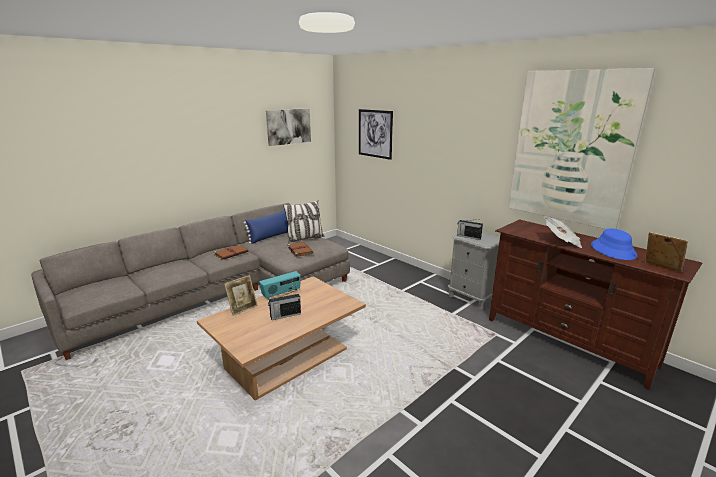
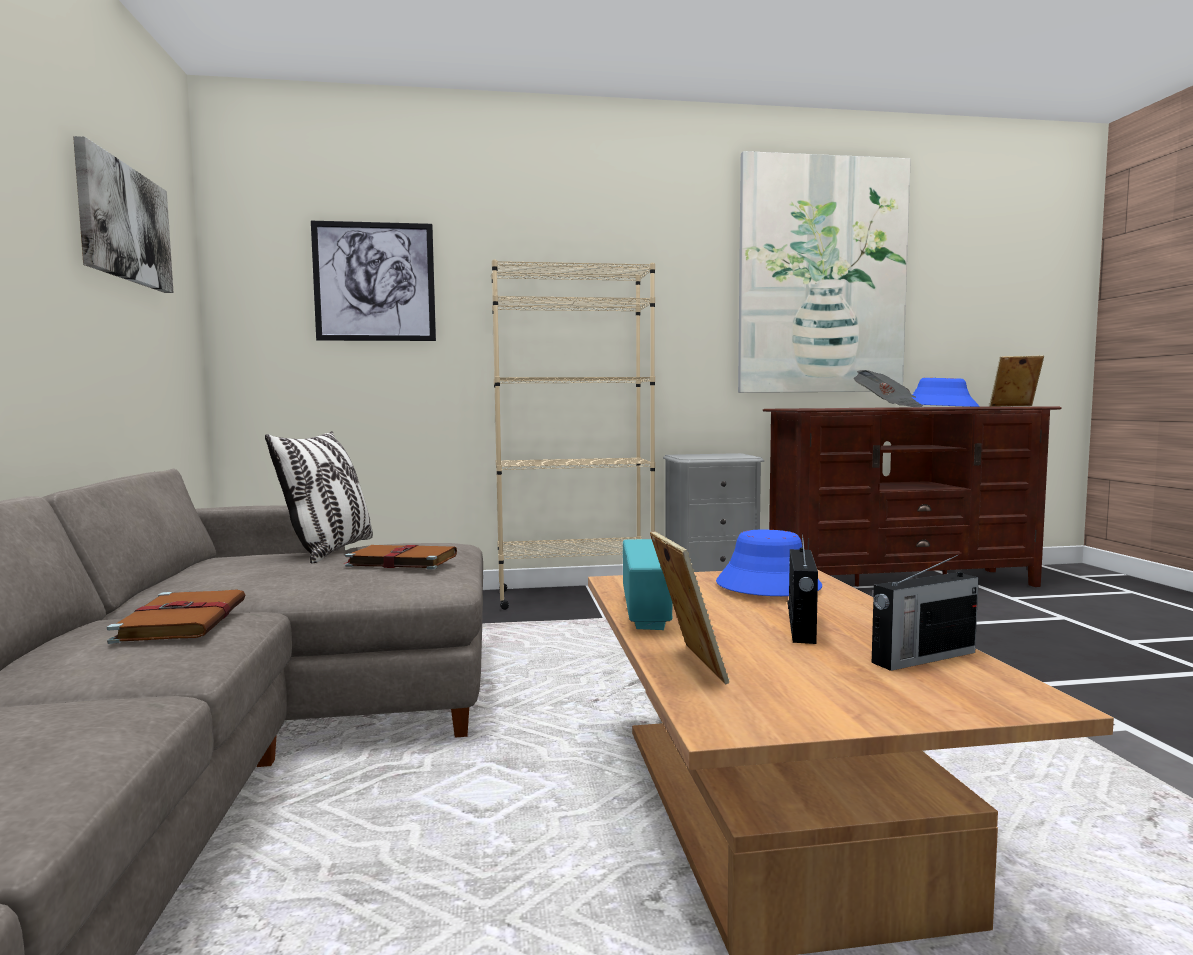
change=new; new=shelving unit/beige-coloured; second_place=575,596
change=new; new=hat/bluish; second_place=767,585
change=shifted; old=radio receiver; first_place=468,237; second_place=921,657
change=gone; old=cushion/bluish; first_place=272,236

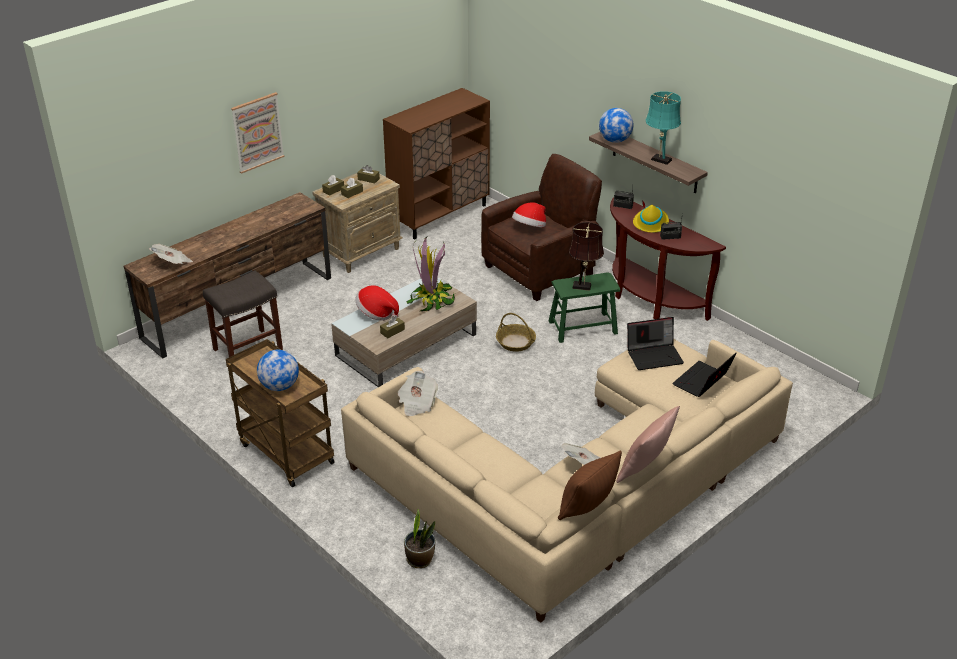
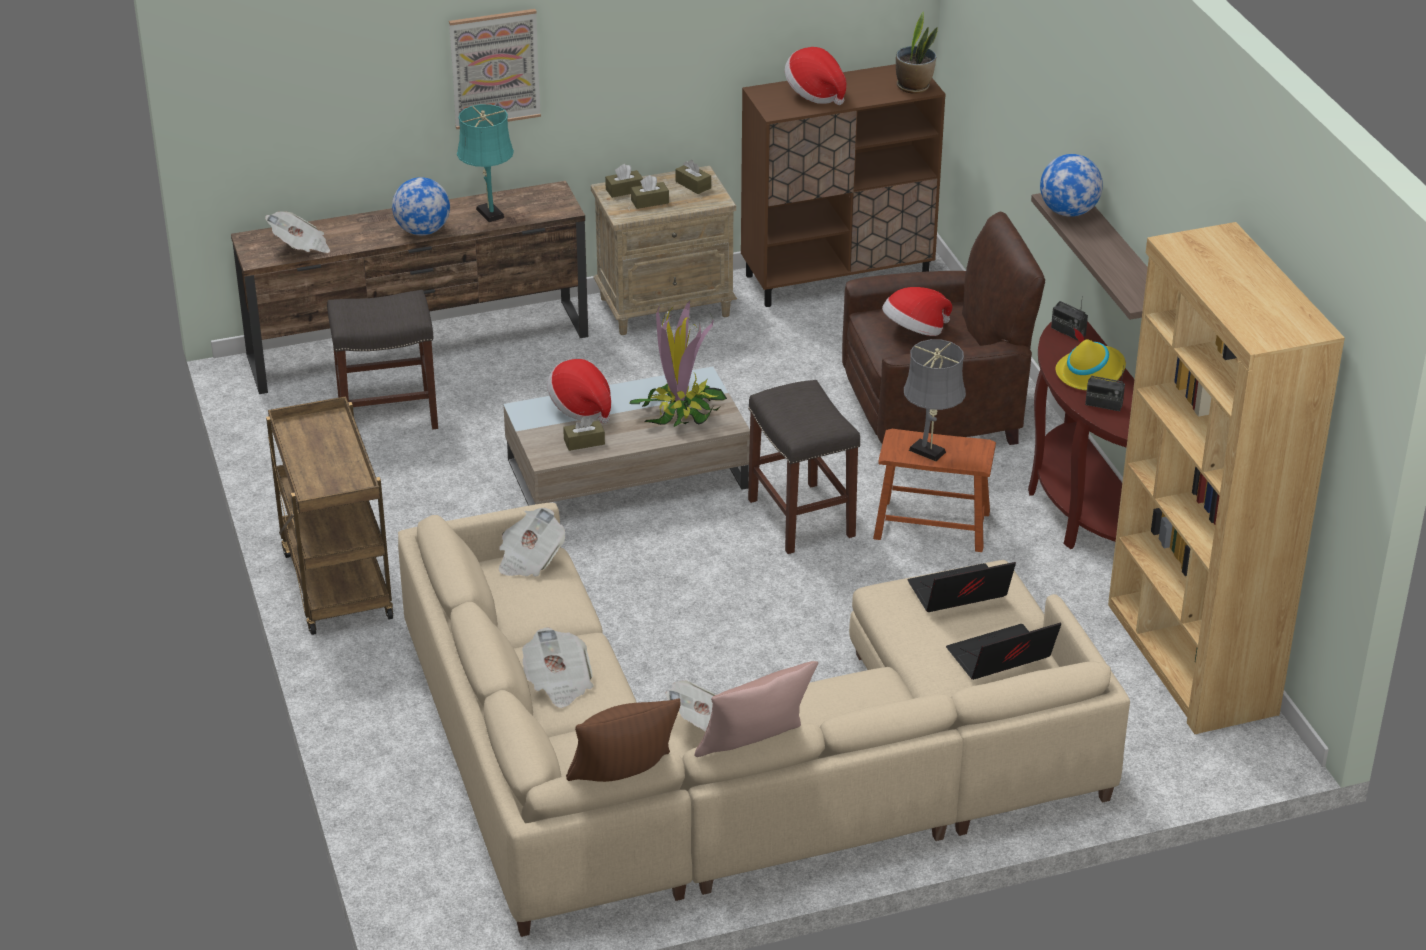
change=shifted; old=globe; first_place=279,386; second_place=422,231
change=shifted; old=table lamp/turquoise-coloured; first_place=659,159; second_place=488,212
change=new; new=printed paper; second_place=558,683
change=swapped; old=household basket; new=stool seat/greyish; first_place=516,342; second_place=802,518
change=new; new=hat; second_place=815,93
change=repainted; old=stool seat/green-coloured; new=stool seat/brown; first_place=583,327; second_place=932,525
change=shifted; old=potted plant; first_place=420,560; second_place=914,87
change=repainted; old=table lamp/brown; new=table lamp/greyish; first_place=583,287; second_place=930,452
change=rotated; old=laptop; first_place=654,355; second_place=958,595; degrees=150
change=new; new=shelving unit/brown; second_place=1190,659

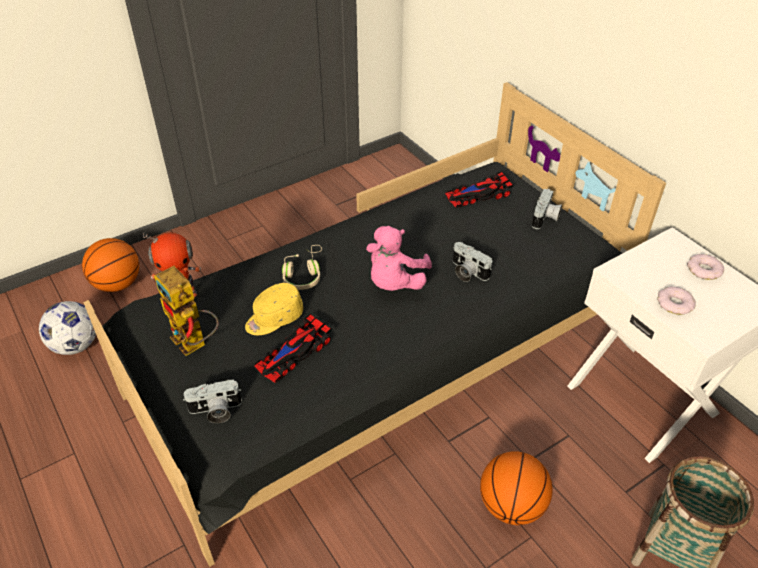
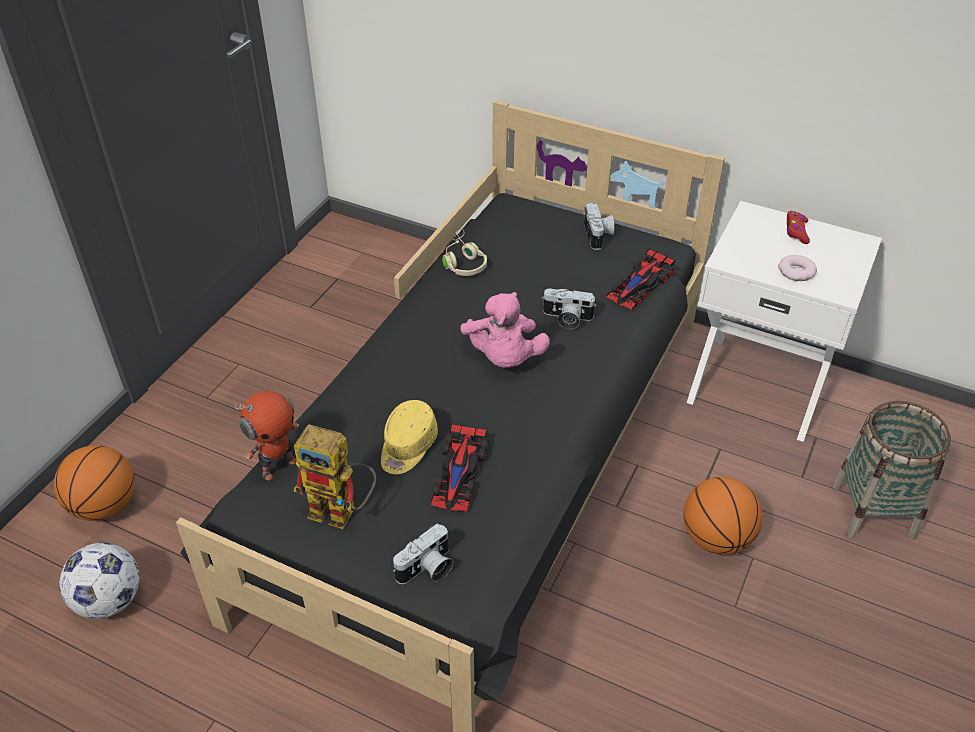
change=shifted; old=headset/beige-coloured; first_place=303,274; second_place=463,262
change=shifted; old=miniature car; first_place=478,195; second_place=639,285
change=swapped; old=donut; new=gamepad/reddish; first_place=704,270; second_place=796,231

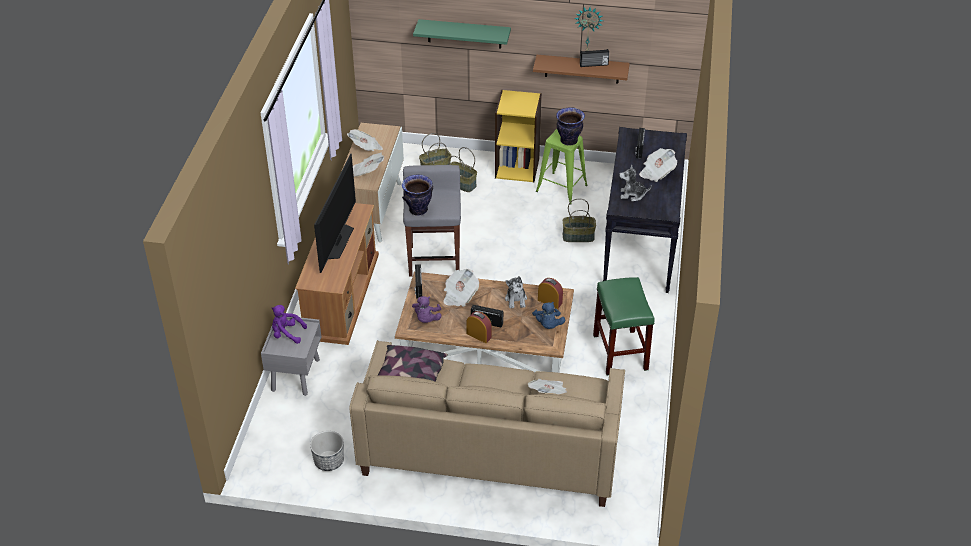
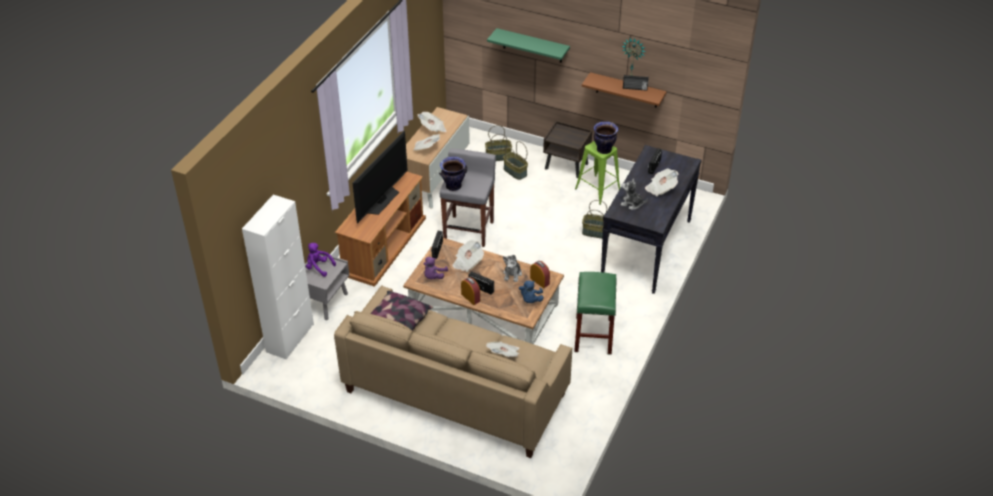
change=new; new=cabinet/white; second_place=290,338
change=swapped; old=shelving unit/yellowish; new=night table/brown; first_place=517,168; second_place=567,166
change=gone; old=planter; first_place=328,461

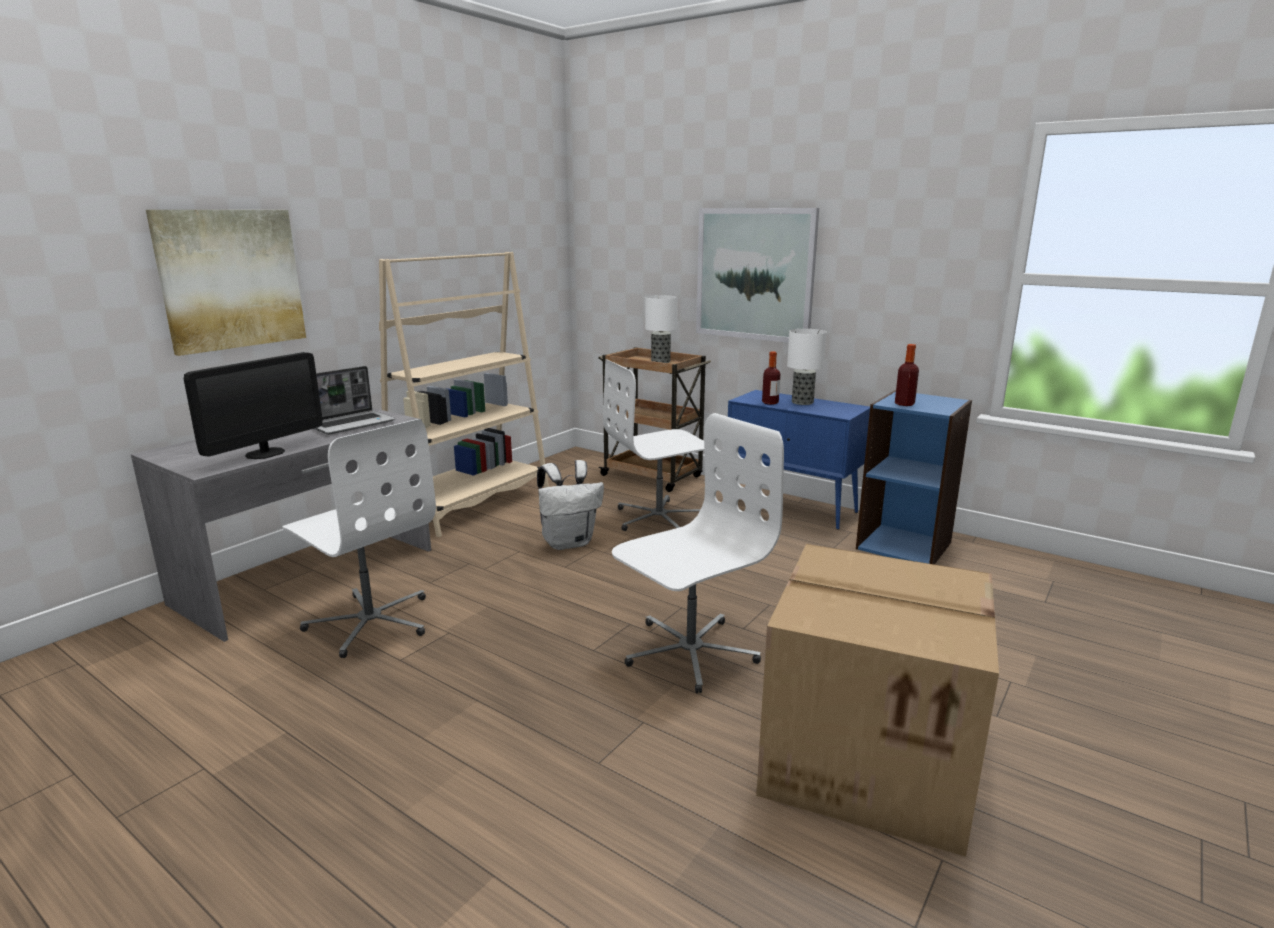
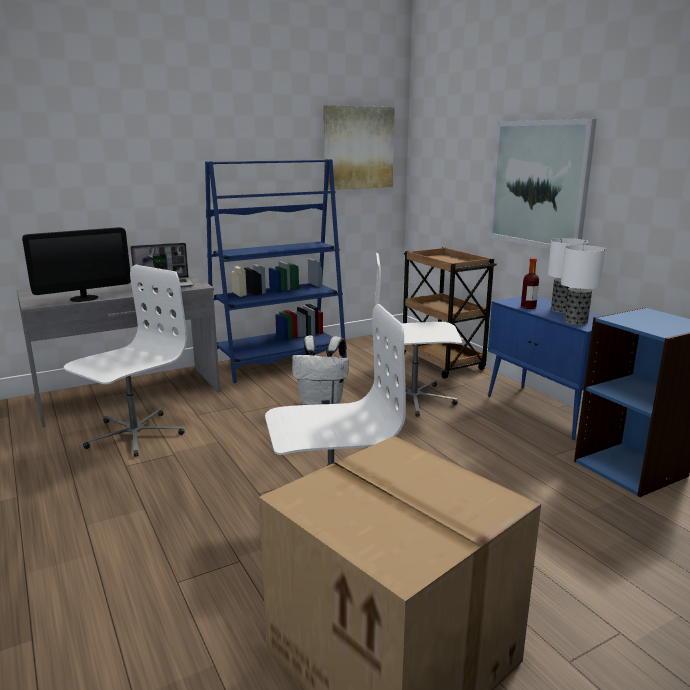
change=rotated; old=office chair/white; first_place=371,622; second_place=134,434; degrees=-120
change=repainted; old=shelving unit/beige-coloured; new=shelving unit/bluish; first_place=471,504; second_place=279,363
change=shifted; old=wall picture; first_place=231,279; second_place=358,148
change=shifted; old=table lamp; first_place=661,361; second_place=576,321
change=gone; old=bottle; first_place=904,404

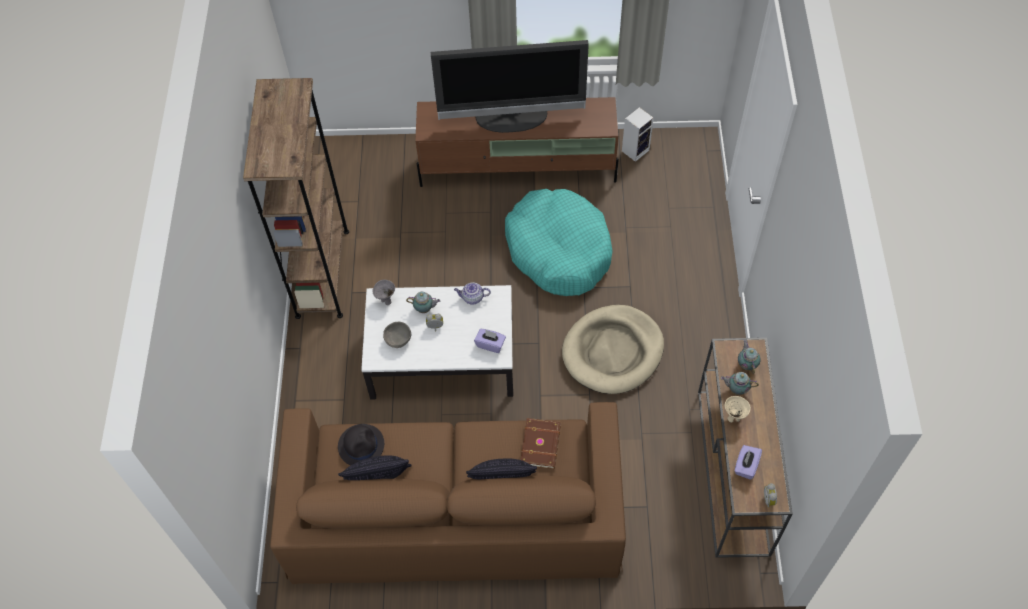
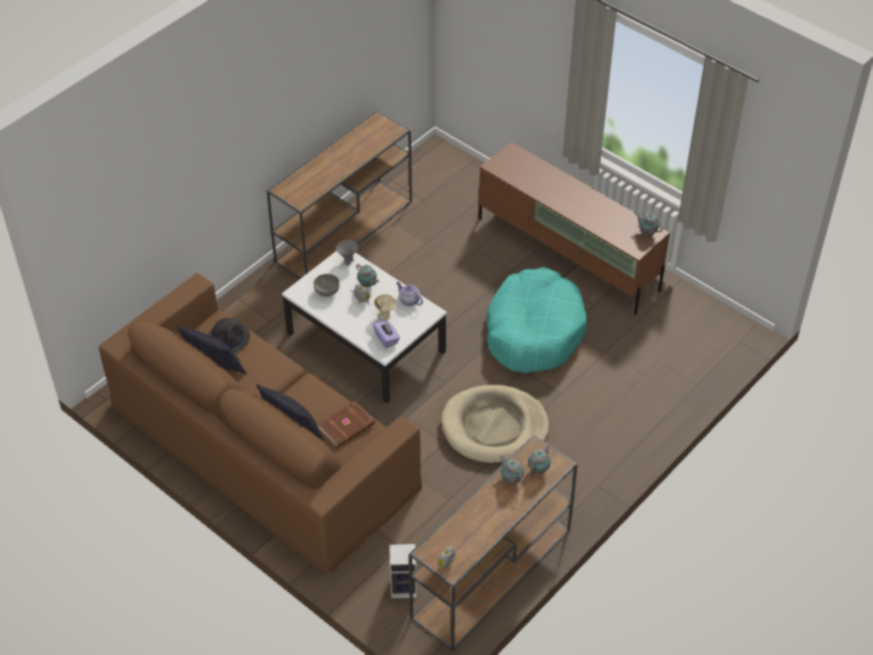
change=swapped; old=shelving unit/brown; new=narrow table/brown; first_place=322,273; second_place=345,230
change=shifted; old=bowl/beige-coloured; first_place=734,417; second_place=385,315
change=shifted; old=speaker; first_place=635,150; second_place=404,587
change=new; new=tea pot; second_place=647,233
change=gone; old=TV; first_place=511,119
change=gone; old=box of tissues/purplish; first_place=746,466

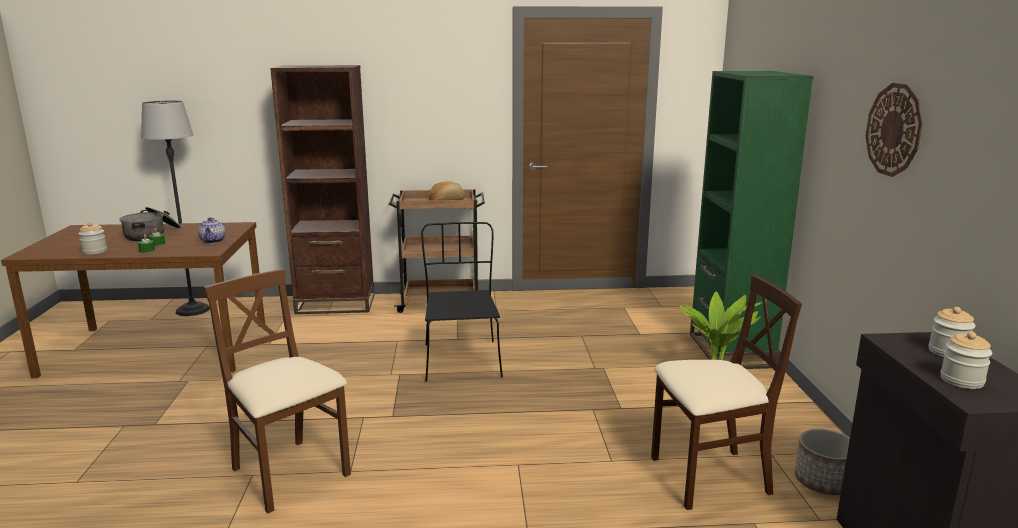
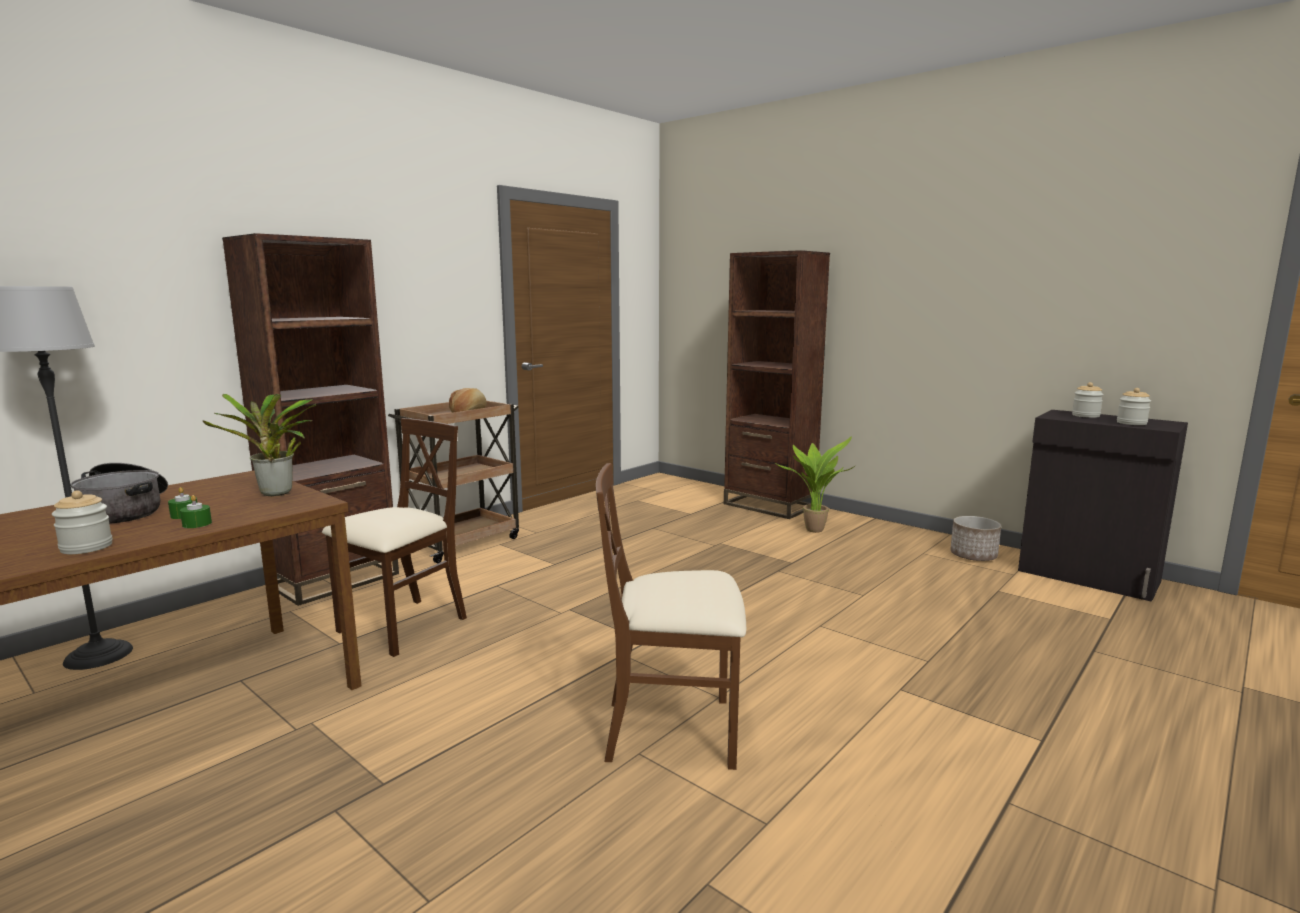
change=swapped; old=tea pot; new=potted plant; first_place=213,241; second_place=276,494
change=shifted; old=chair/beige-coloured; first_place=709,477; second_place=403,626
change=repainted; old=shelving unit/green-coloured; new=shelving unit/brown; first_place=730,350; second_place=769,505
change=gone; old=chair/black-coloured; first_place=461,359
change=gone; old=wall clock; first_place=894,129

